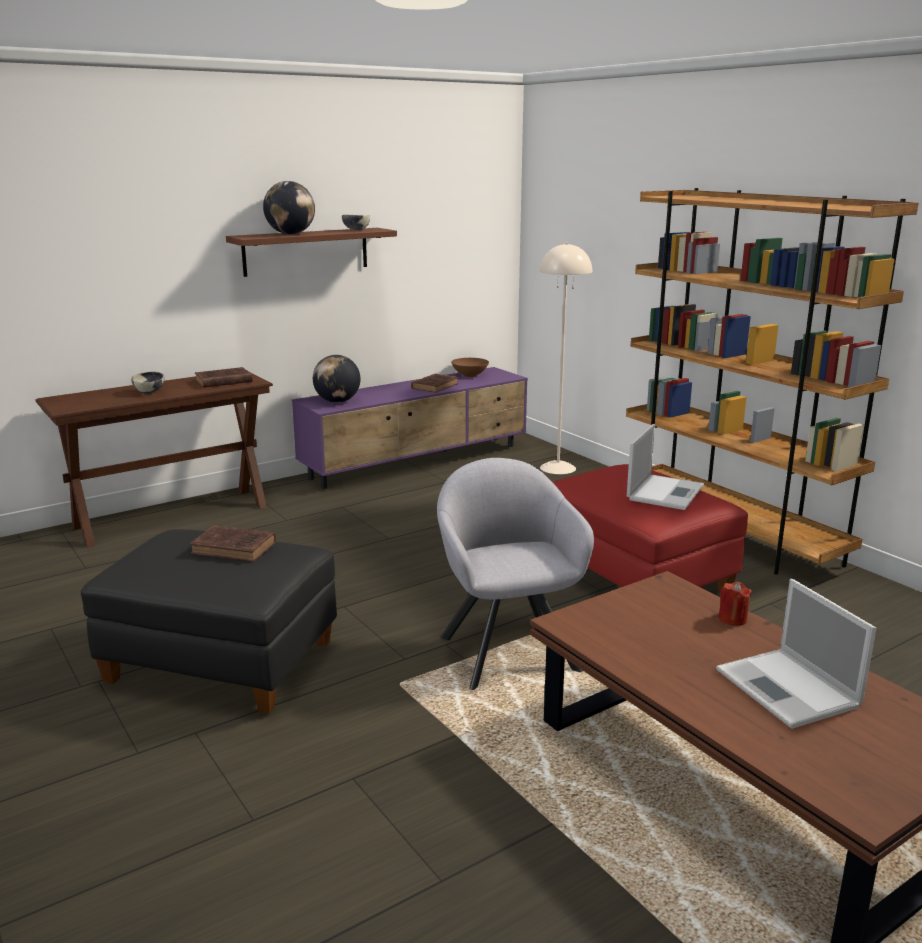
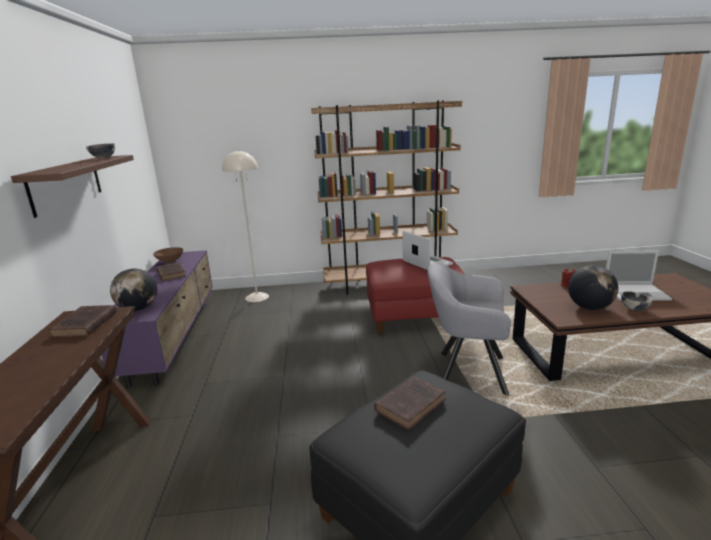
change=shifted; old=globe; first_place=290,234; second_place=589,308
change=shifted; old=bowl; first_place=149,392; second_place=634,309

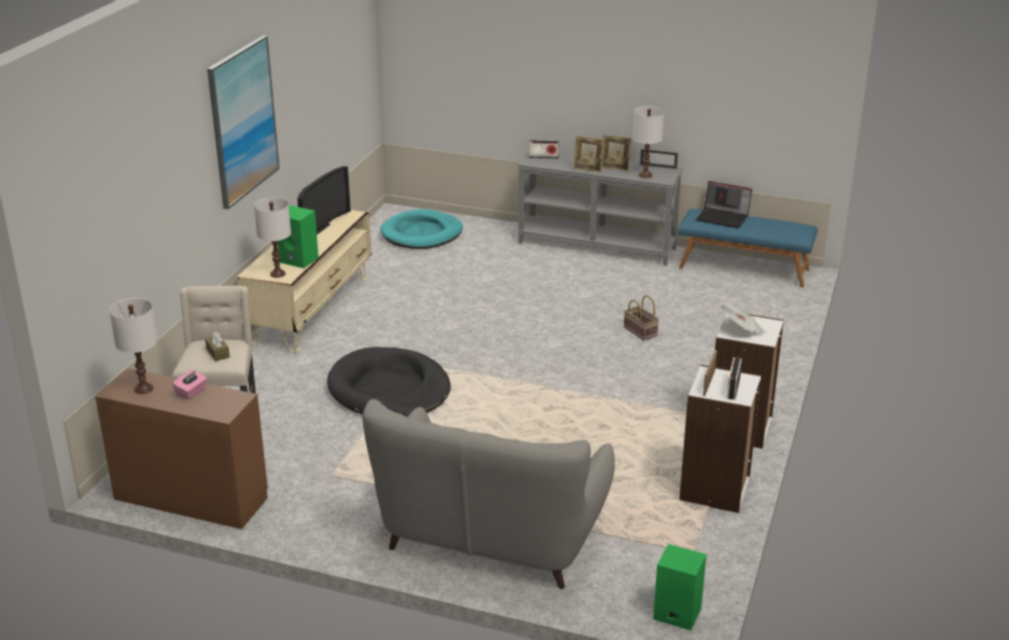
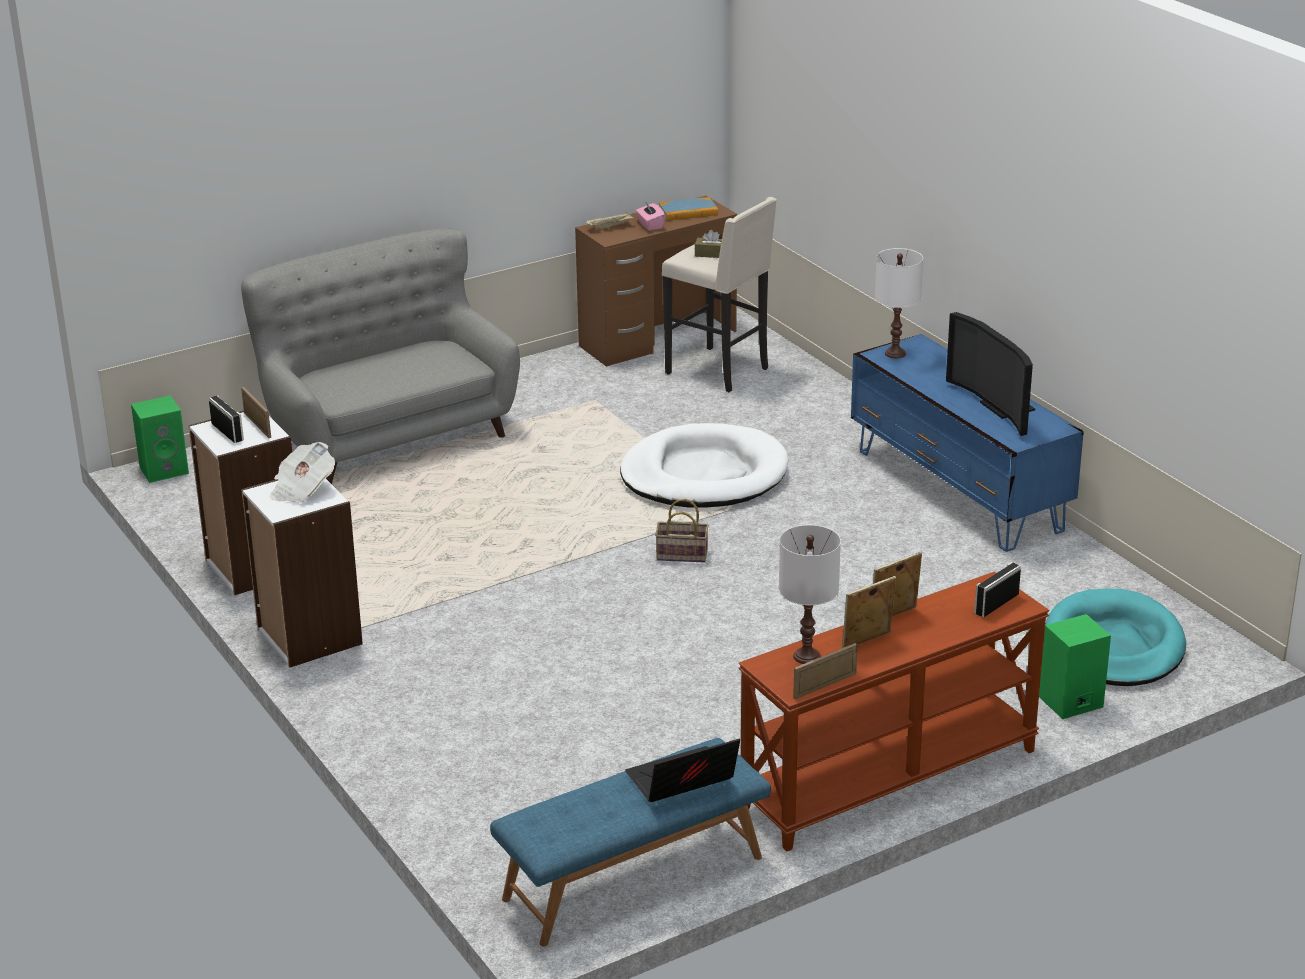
change=new; new=tray/beige-coloured; second_place=610,227
change=repainted; old=pet bed/black-coloured; new=pet bed/white; first_place=389,389; second_place=704,475
change=shifted; old=household basket; first_place=641,332; second_place=680,555
change=swapped; old=table lamp/white; new=volume; first_place=143,388; second_place=688,212
change=repainted; old=narrow table/greyish; new=narrow table/brown; first_place=597,245; second_place=890,780
change=repainted; old=tv stand/beige-coloured; new=tv stand/bluish; first_place=312,310; second_place=958,491
change=shifted; old=speaker/green-coloured; first_place=300,260; second_place=1070,703
change=gone; old=wall picture; first_place=243,121

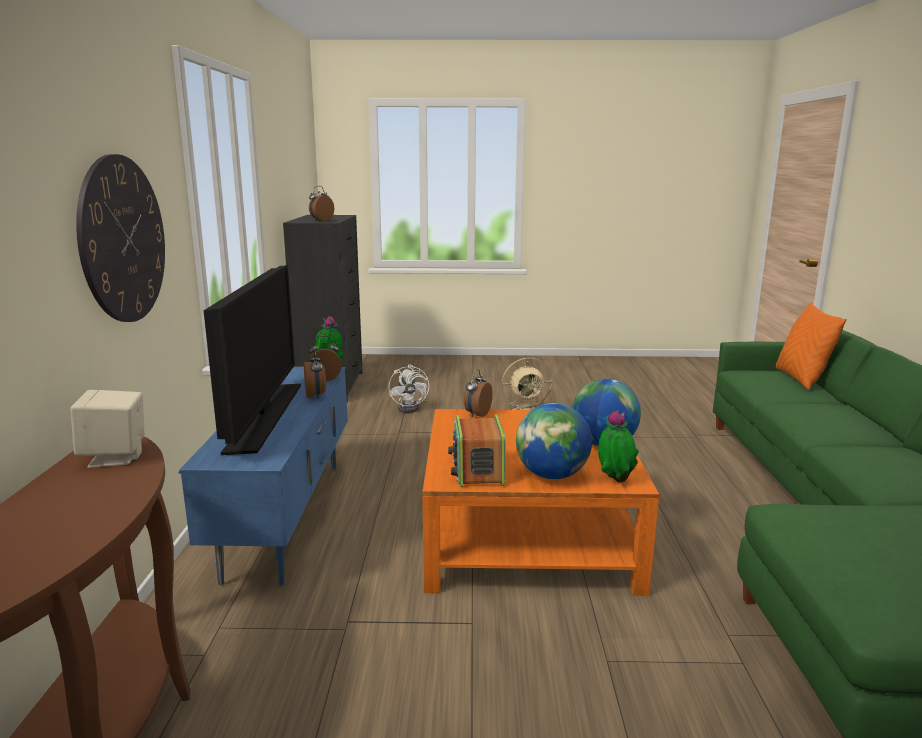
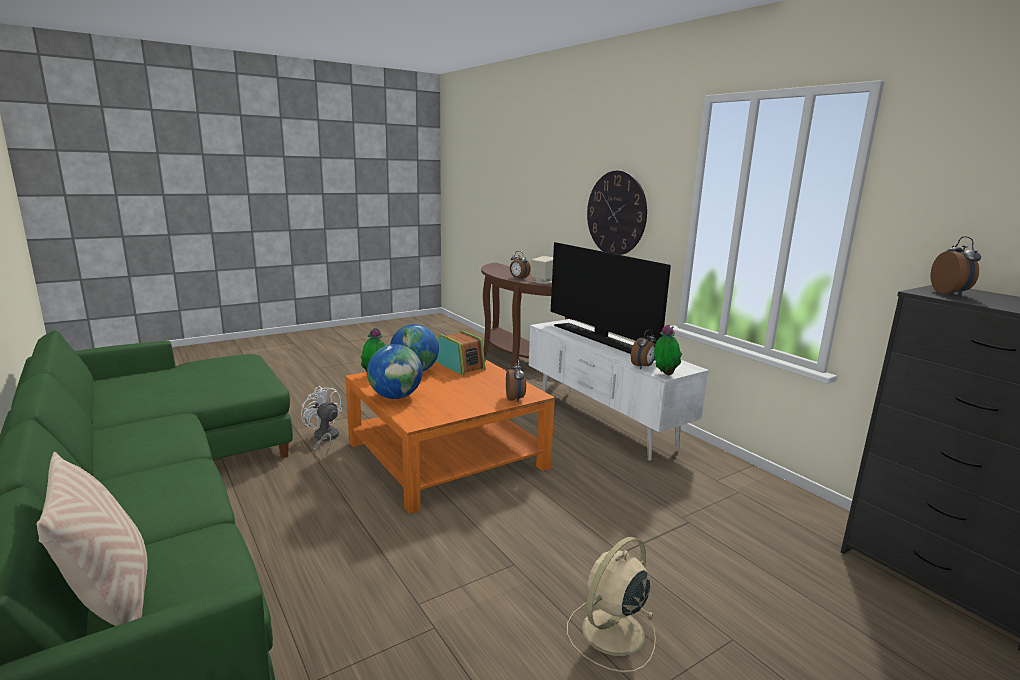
change=repainted; old=cushion/orange-coloured; new=cushion/beige-coloured; first_place=801,379; second_place=111,599
change=shifted; old=electric fan/white; first_place=412,408; second_place=324,438
change=shifted; old=table clock; first_place=316,396; second_place=518,278
change=repainted; old=tv stand/bluish; new=tv stand/white; first_place=288,518; second_place=603,422

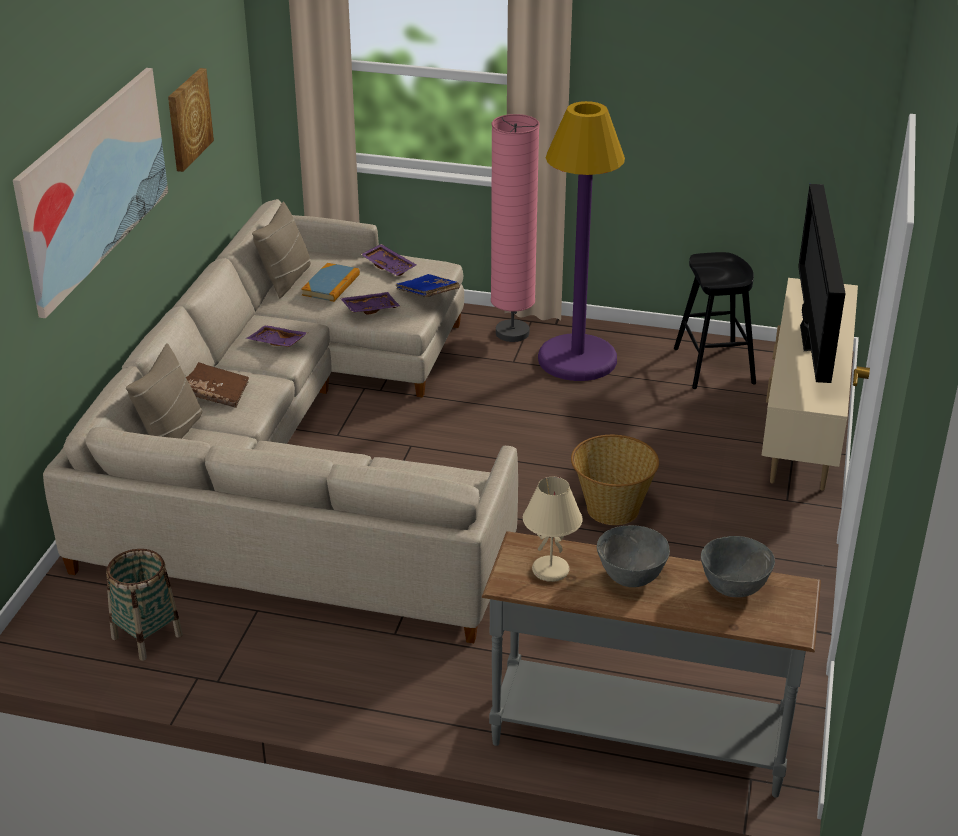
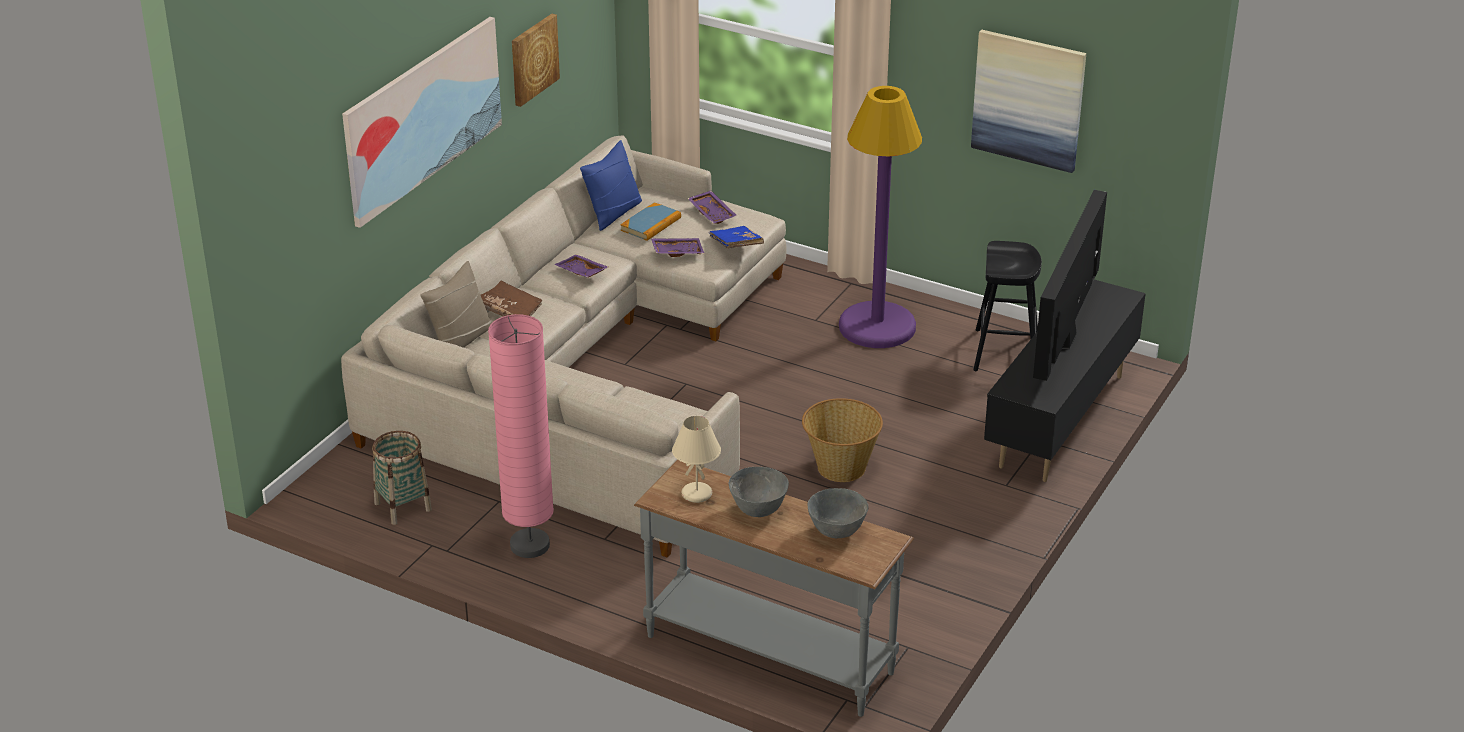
change=shifted; old=floor lamp/pinkish; first_place=512,333; second_place=530,545
change=repainted; old=cushion/beige-coloured; new=cushion/bluish; first_place=286,279; second_place=613,213
change=new; new=wall picture; second_place=1028,100
change=repainted; old=tv stand/beige-coloured; new=tv stand/black-coloured; first_place=802,426; second_place=1060,421

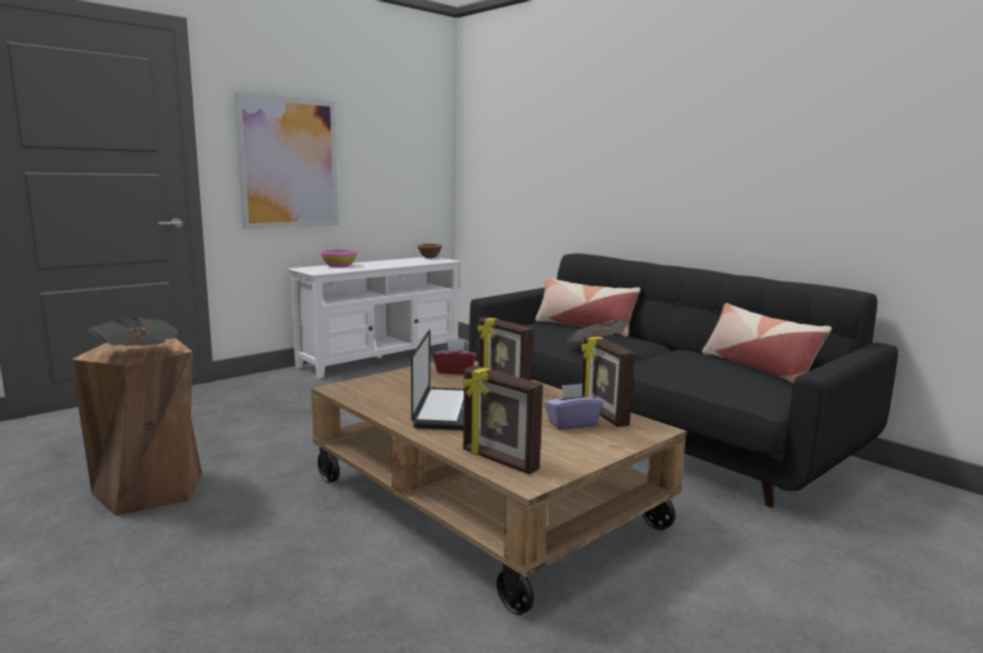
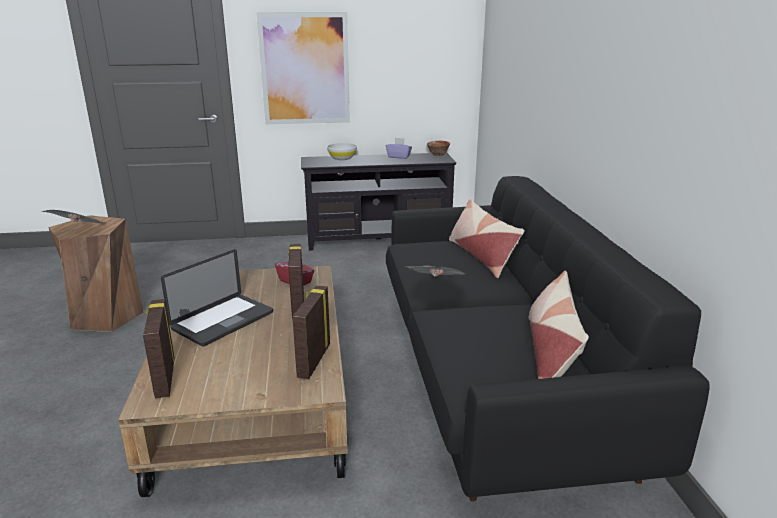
change=repainted; old=tv stand/white; new=tv stand/black-coloured; first_place=380,358; second_place=378,240
change=repainted; old=bowl/pinkish; new=bowl/white; first_place=339,266; second_place=342,158
change=shifted; old=box of tissues/purplish; first_place=572,423; second_place=399,157

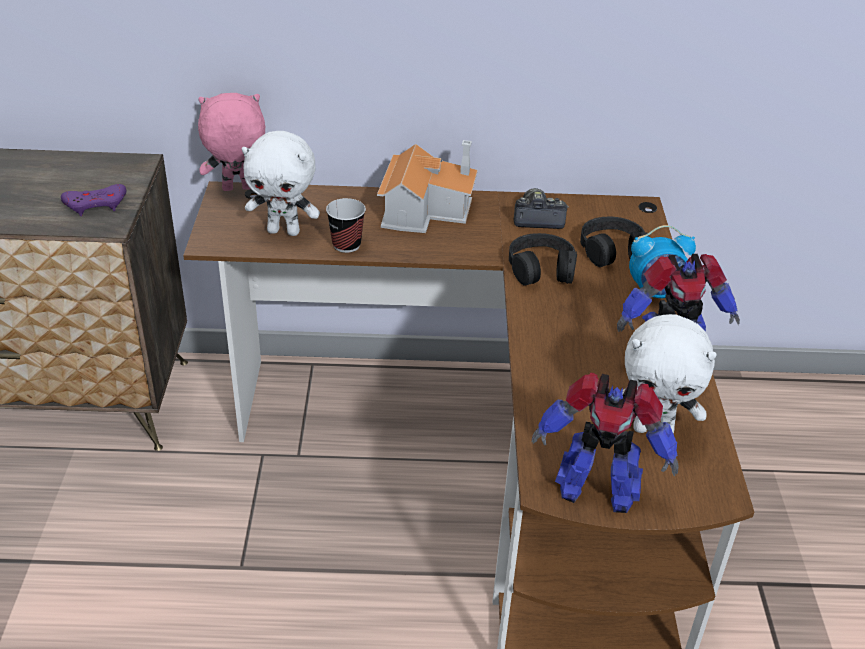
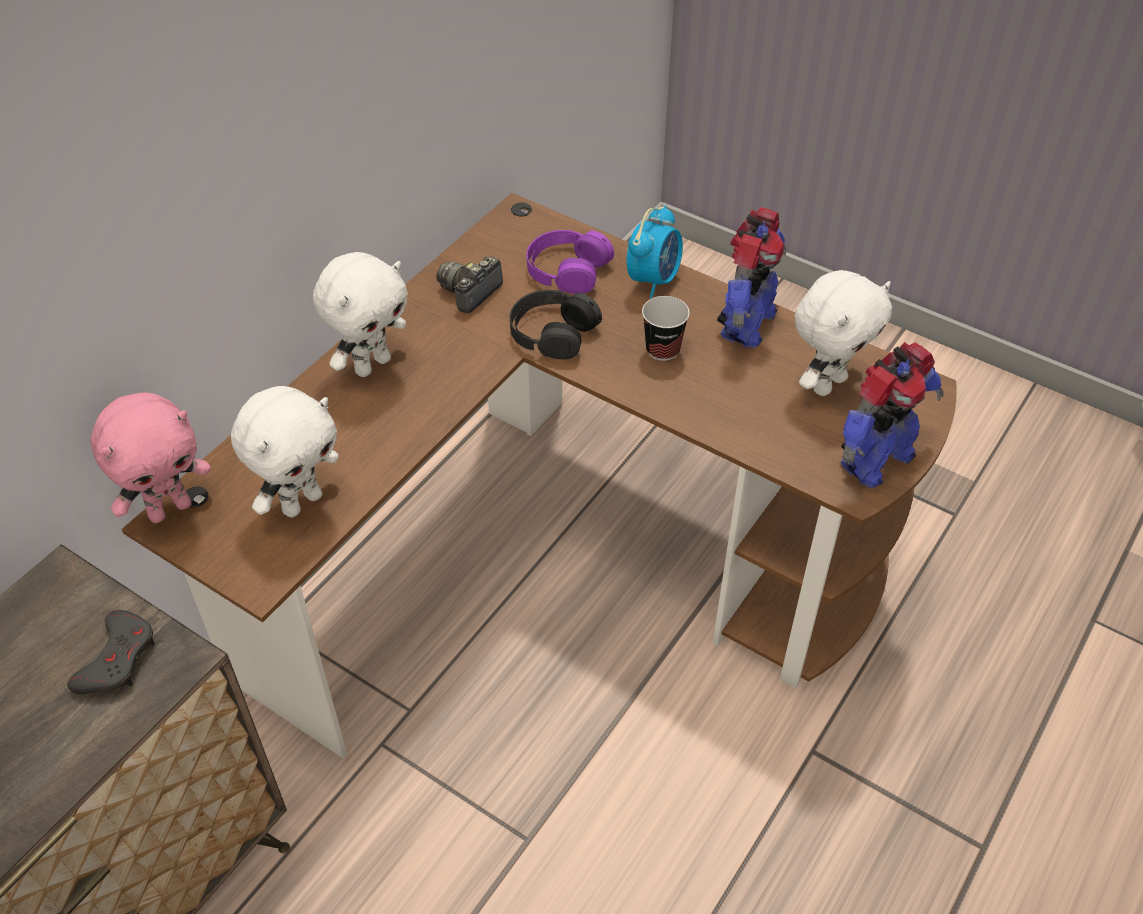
change=repainted; old=gamepad/purplish; new=gamepad/greyish; first_place=96,204; second_place=117,659
change=rotated; old=cuddly toy/pinkish; first_place=237,189; second_place=170,509; degrees=-150
change=swapped; old=miniature house; new=cuddly toy/white; first_place=425,209; second_place=372,364
change=repainted; old=headset/black-coloured; new=headset/purplish; first_place=613,250; second_place=567,270
change=shifted; old=small cup; first_place=346,245; second_place=662,349

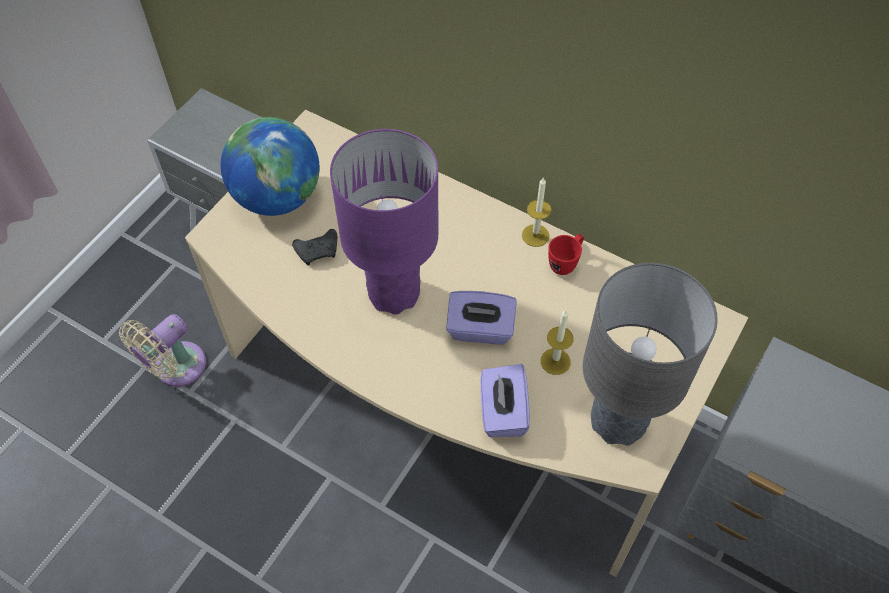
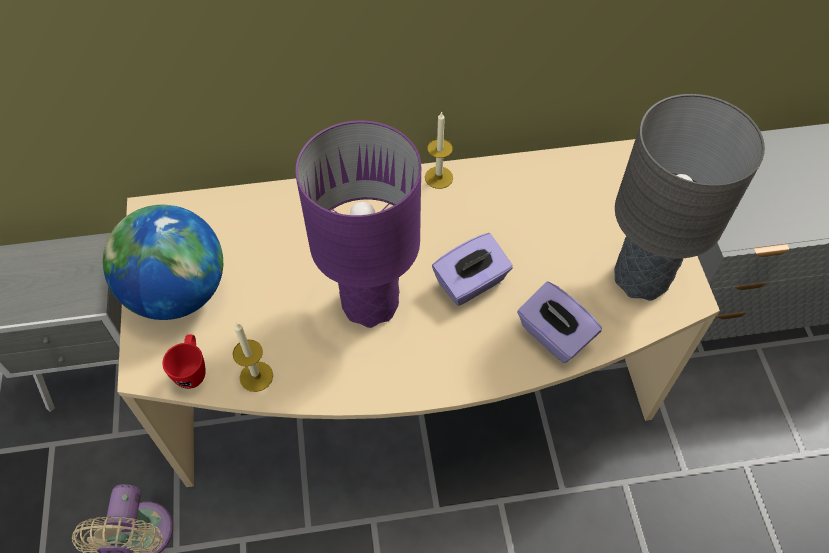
change=shifted; old=mug/reddish; first_place=565,263; second_place=192,371
change=shifted; old=candle; first_place=555,361; second_place=256,376
change=gone; old=gamepad/black-coloured; first_place=318,251

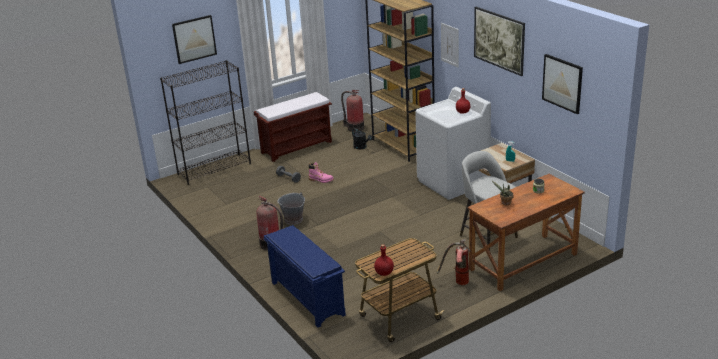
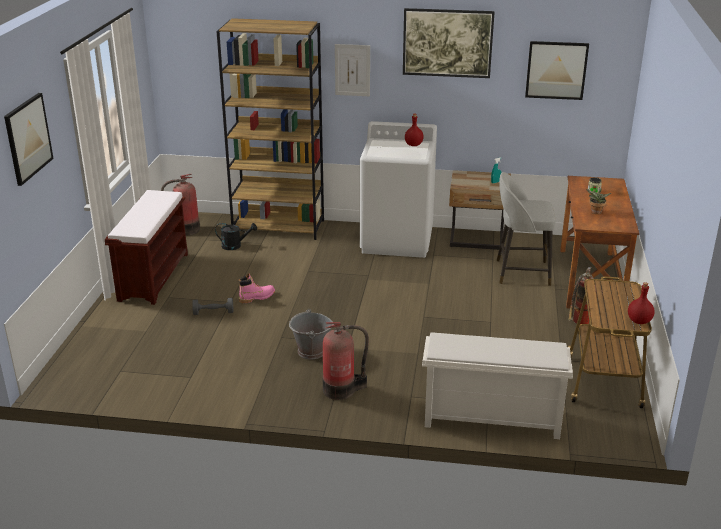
change=repainted; old=shoe shelf/bluish; new=shoe shelf/white; first_place=306,298; second_place=490,419
change=gone; old=shelving unit/black-coloured; first_place=214,169

